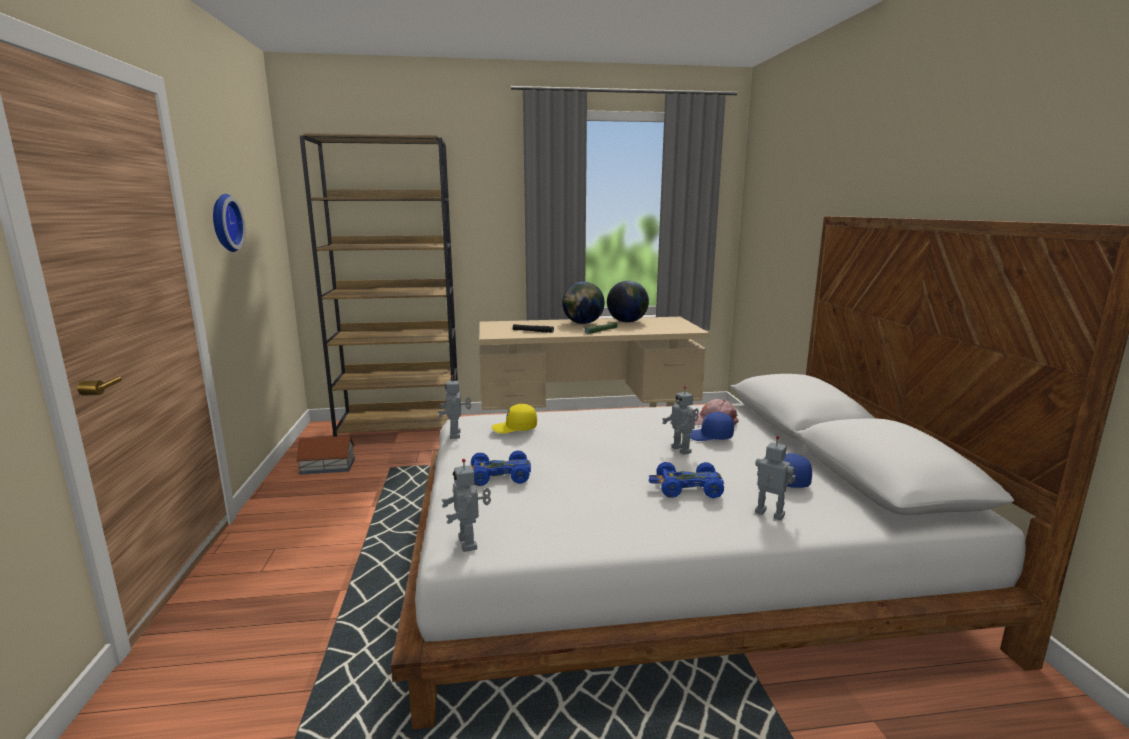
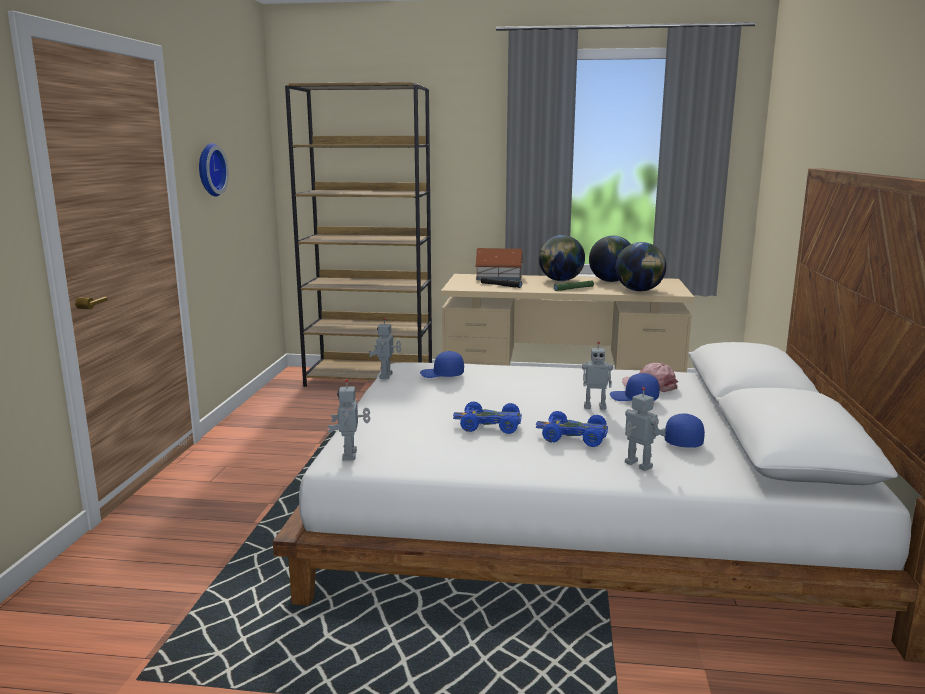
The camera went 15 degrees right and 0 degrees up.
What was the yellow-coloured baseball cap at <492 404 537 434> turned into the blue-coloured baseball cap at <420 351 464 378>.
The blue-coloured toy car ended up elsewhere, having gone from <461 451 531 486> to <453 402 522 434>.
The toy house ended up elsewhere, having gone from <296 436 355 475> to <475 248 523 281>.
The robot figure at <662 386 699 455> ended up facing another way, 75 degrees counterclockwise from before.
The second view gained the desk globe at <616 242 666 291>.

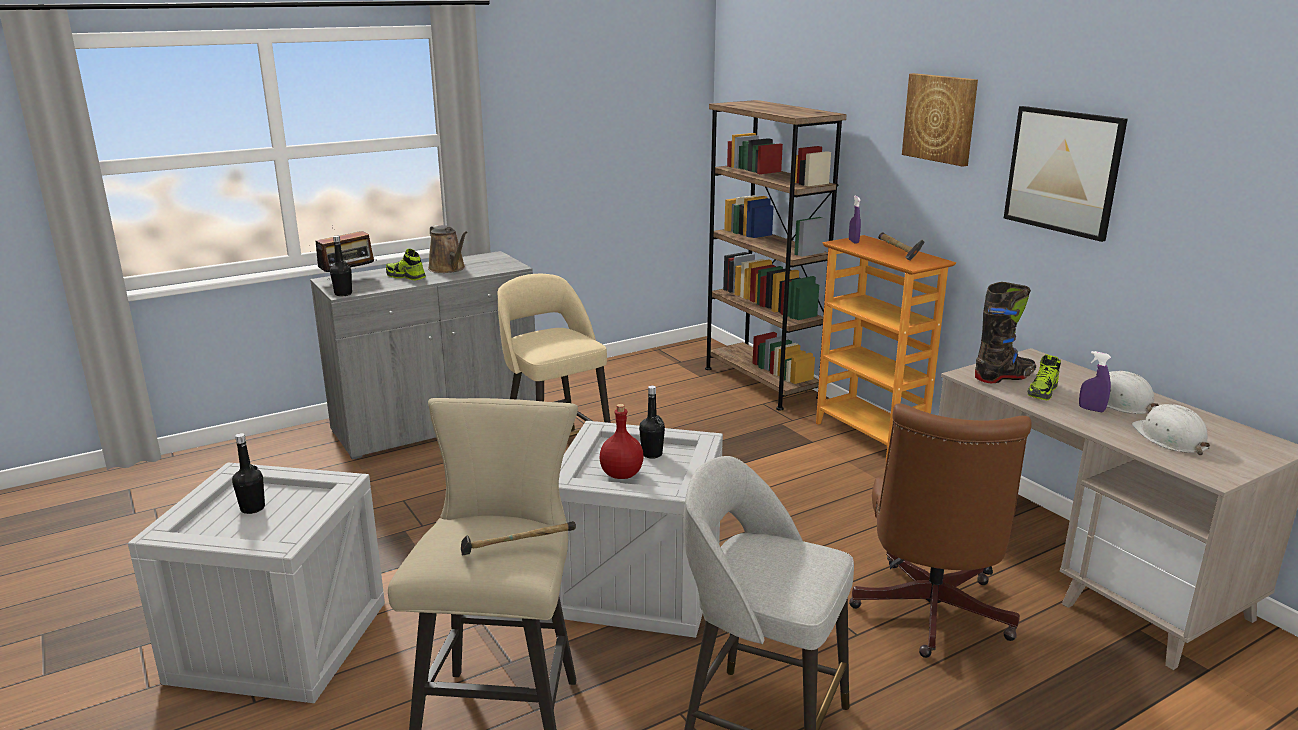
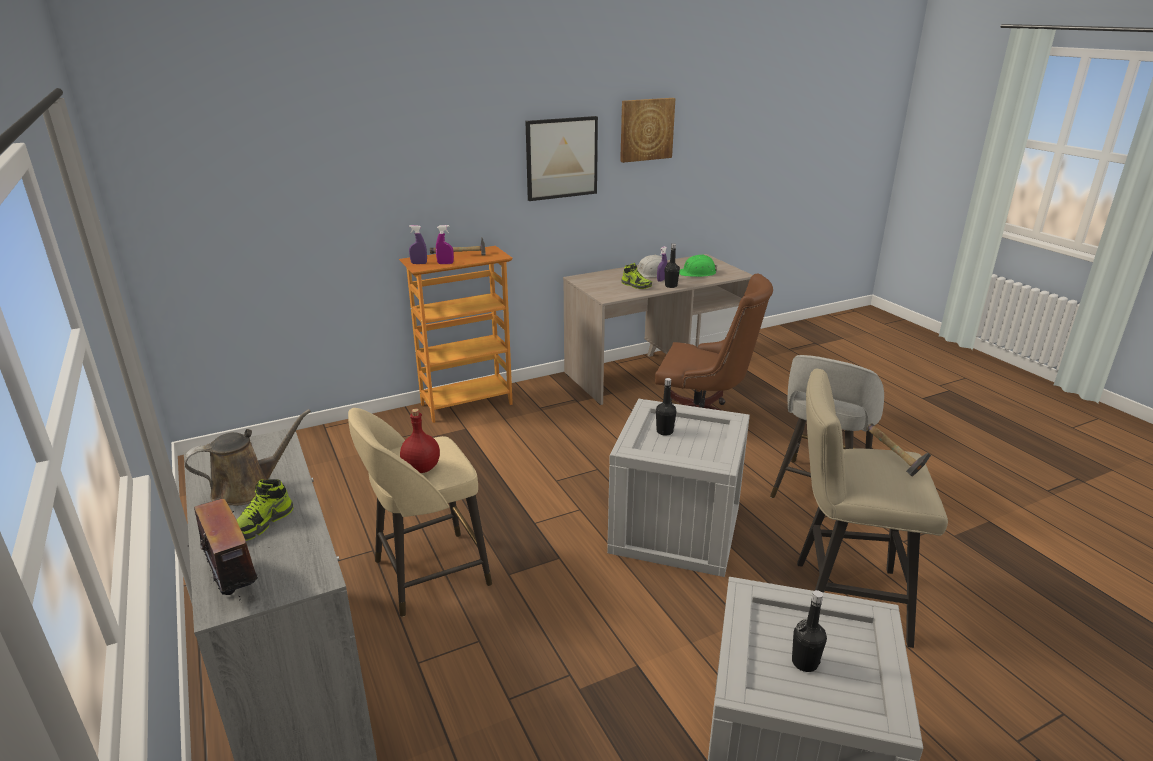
The camera went 85 degrees left and 5 degrees up.
The red-coloured drink bottle ended up elsewhere, having gone from <600 404 644 479> to <400 409 440 473>.
The second view gained the purple spray bottle at <436 225 454 264>.
The wall art ended up elsewhere, having gone from <902 73 978 167> to <620 98 675 163>.
The black-coloured drink bottle ended up elsewhere, having gone from <330 236 352 296> to <665 243 680 288>.
What was the whitish work helmet at <1131 404 1210 455> turned into the green work helmet at <679 255 717 277>.
The second view lost the brown bookcase at <705 100 847 411>.
The second view lost the black-coloured tall boot at <975 282 1036 383>.

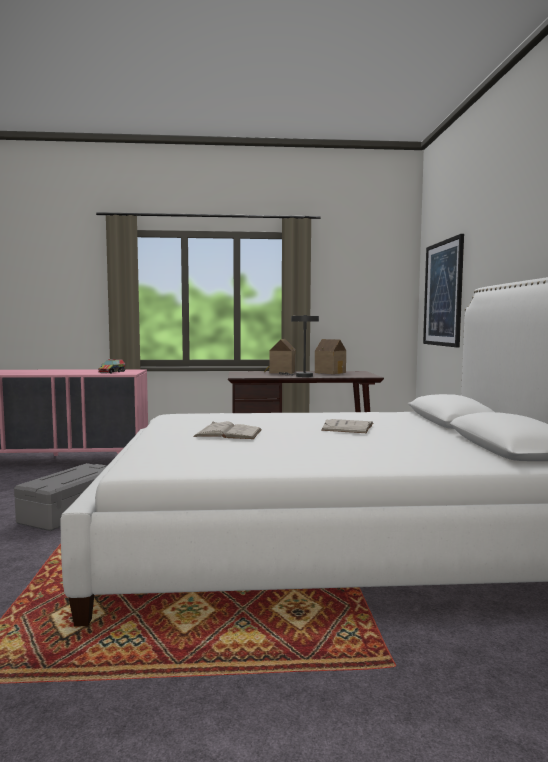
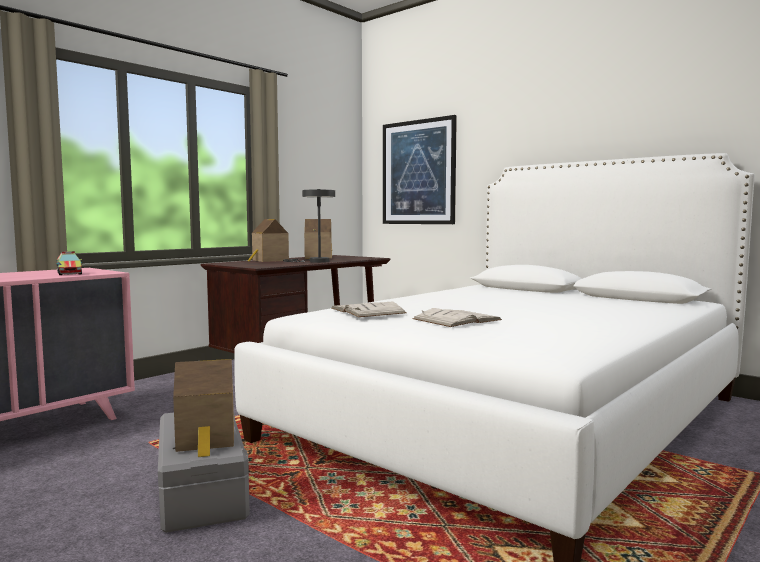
The camera went 45 degrees left and 0 degrees up.
The second view gained the toy house at <173 359 234 457>.
The whitish bound book ended up elsewhere, having gone from <321 419 373 433> to <331 302 406 317>.

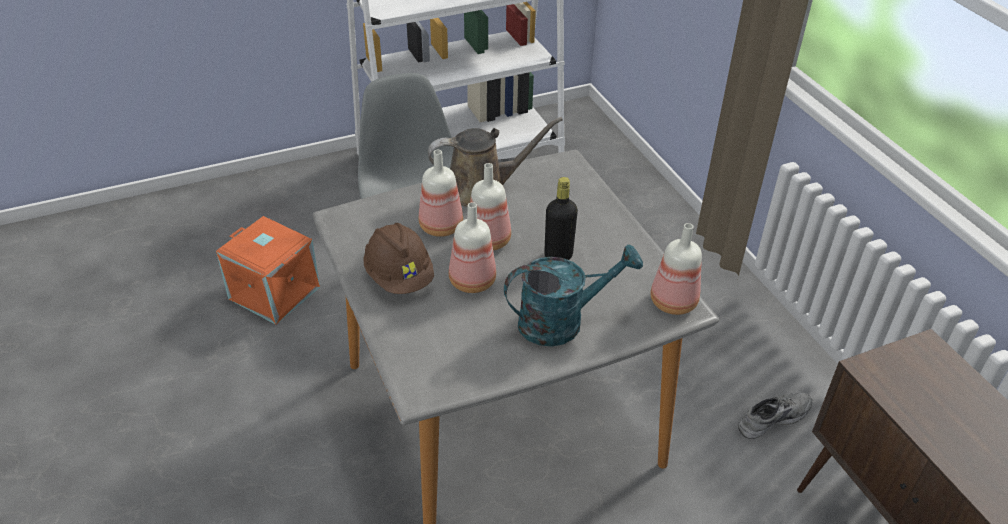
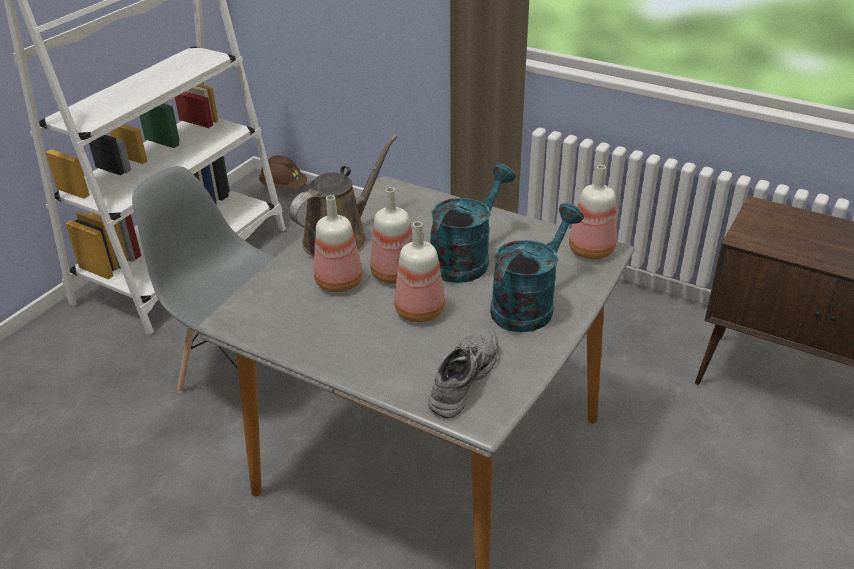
The camera went 35 degrees left and 5 degrees down.
The brown work helmet ended up elsewhere, having gone from <363 223 434 294> to <259 155 307 190>.
The gray item of footwear ended up elsewhere, having gone from <738 393 812 439> to <428 328 499 419>.
Where the black-coloured drink bottle stood at <544 177 578 260>, the turquoise watering can came to stand at <430 164 515 283>.
The second view lost the orange storage bin at <216 216 320 325>.

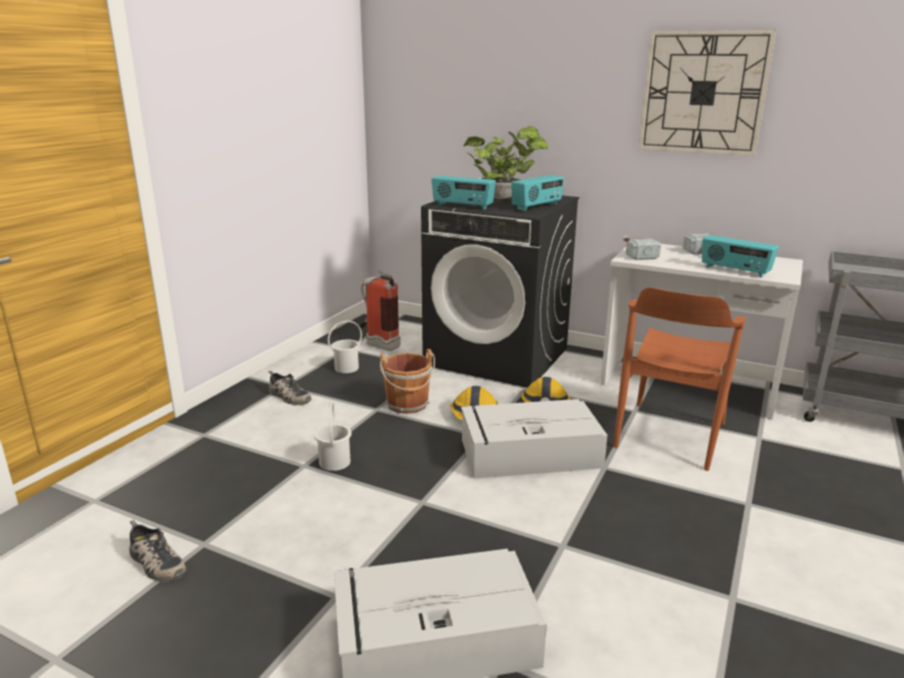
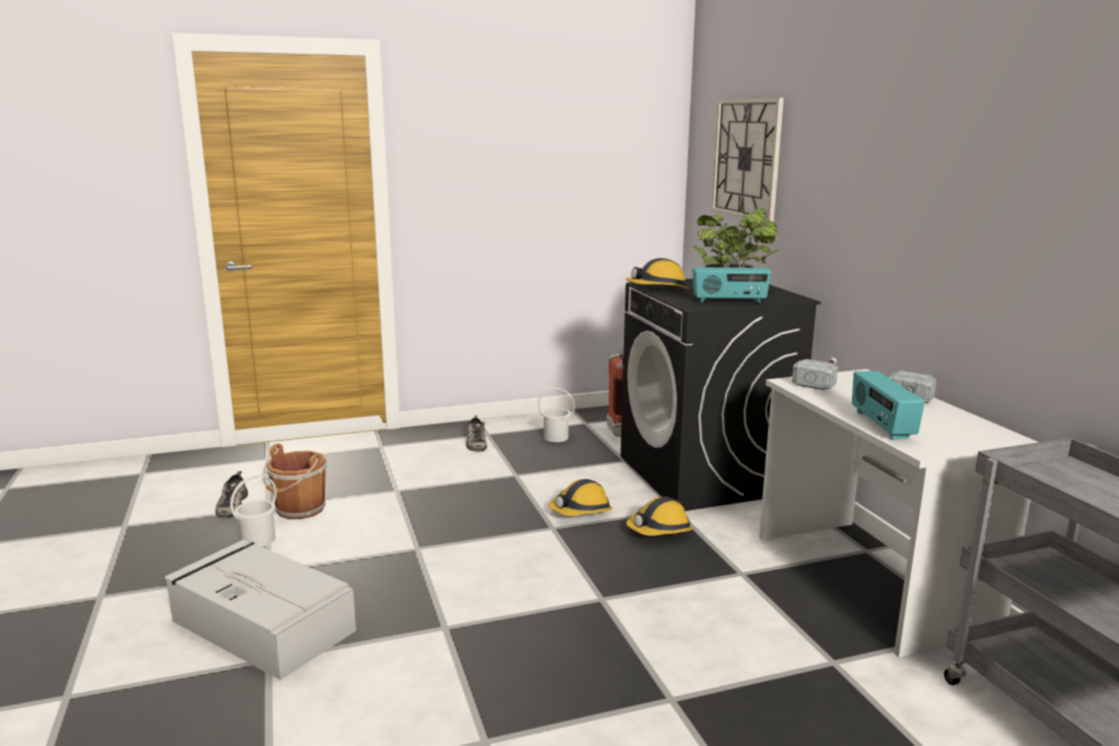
The camera went 45 degrees right and 5 degrees down.
The whitish pail ended up elsewhere, having gone from <314 401 352 471> to <230 475 276 547>.
The brown pail ended up elsewhere, having gone from <380 349 435 414> to <262 444 327 519>.
Where the radio stood at <431 176 496 210>, the work helmet came to stand at <626 258 689 289>.
The hanging clock ended up elsewhere, having gone from <638 29 776 156> to <711 98 784 223>.
The second view lost the gray storage bin at <461 399 608 479>.
The second view lost the brown plain chair at <613 288 746 471>.

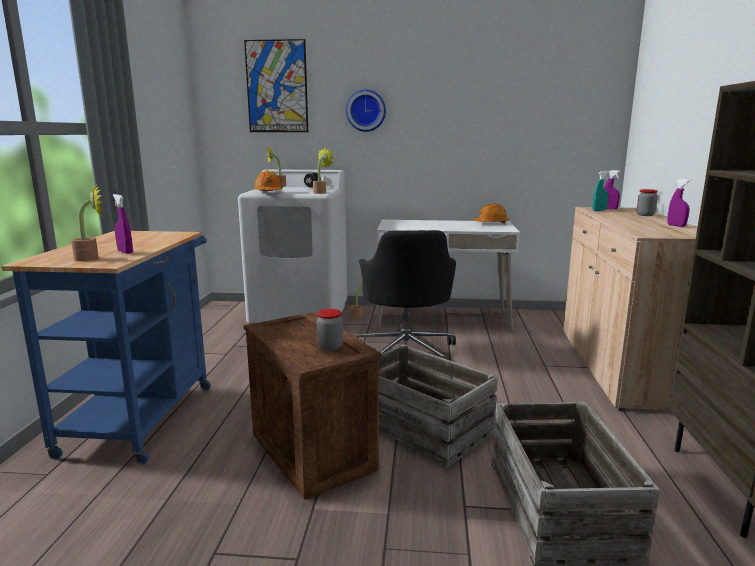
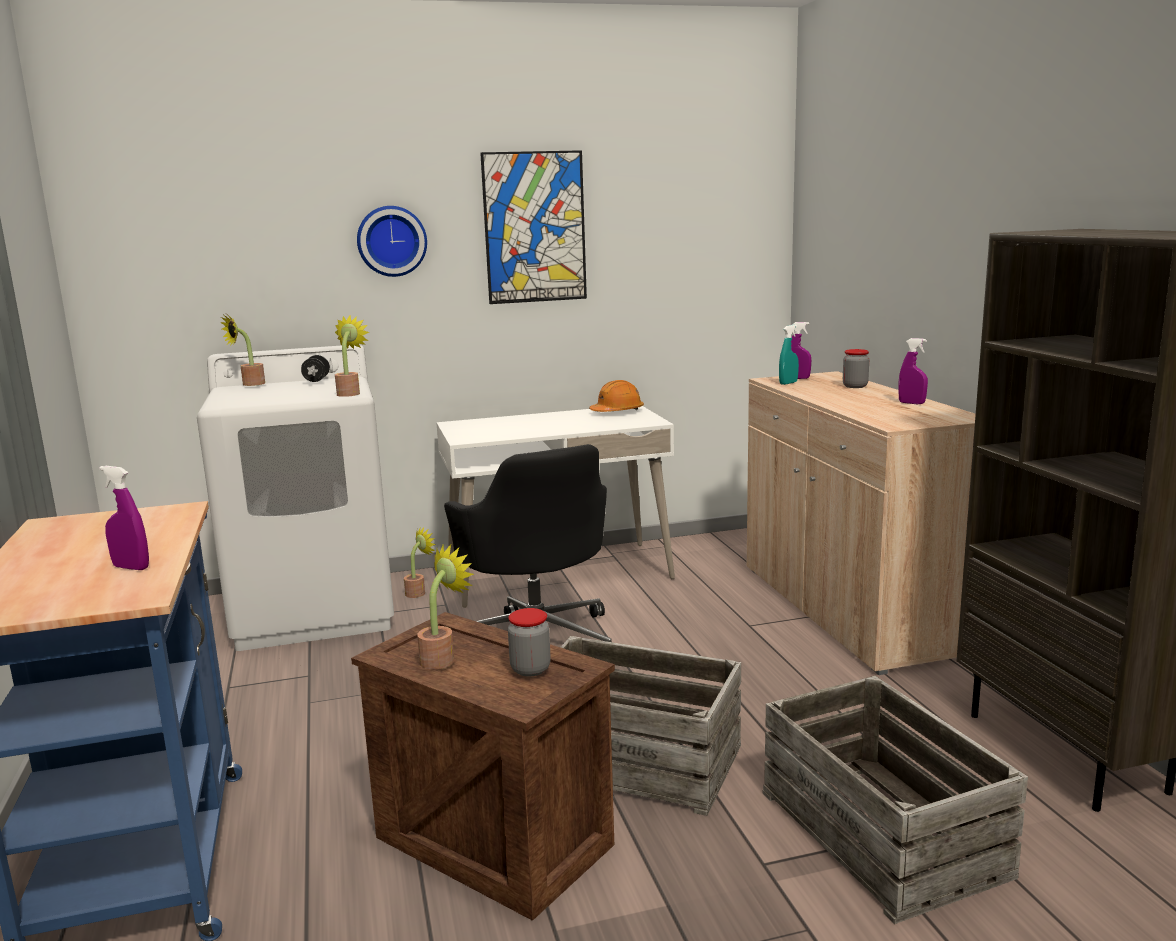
The camera went 20 degrees left and 0 degrees up.
The houseplant ended up elsewhere, having gone from <71 184 104 261> to <417 543 474 670>.
The wall art ended up elsewhere, having gone from <244 39 308 132> to <480 150 587 304>.
The second view lost the orange work helmet at <253 170 283 191>.

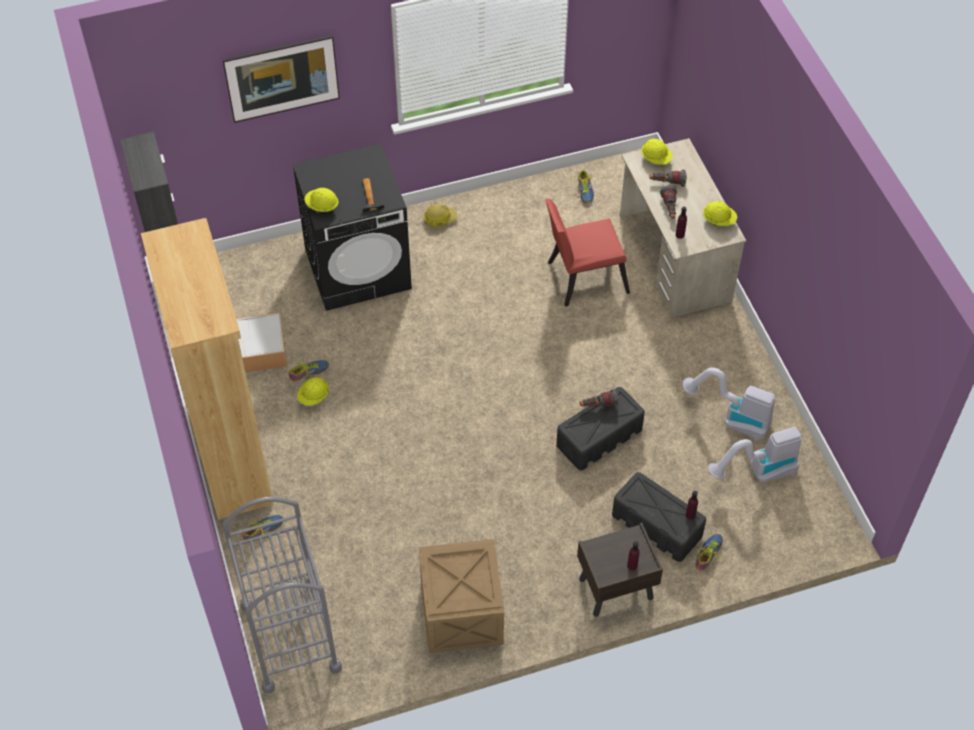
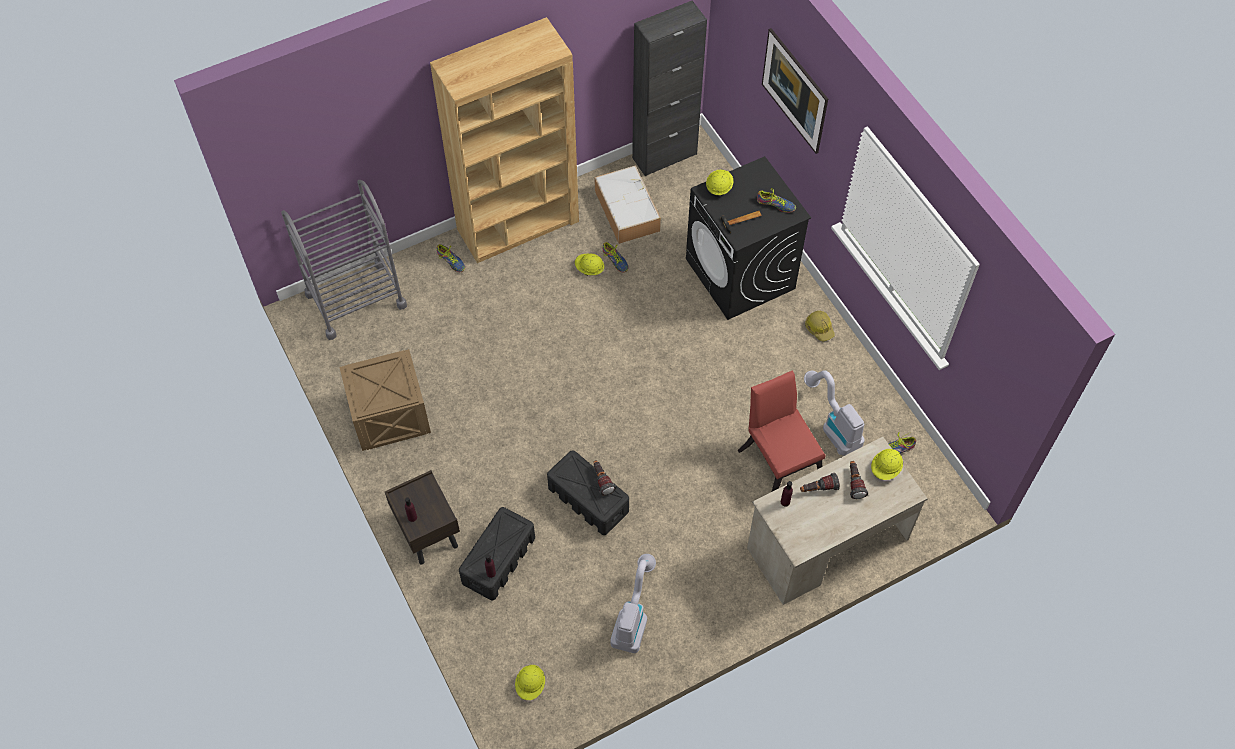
The camera went 80 degrees right and 5 degrees up.
The yellow-coloured work helmet ended up elsewhere, having gone from <703 201 737 226> to <515 665 545 700>.
The item of footwear ended up elsewhere, having gone from <695 534 723 571> to <757 188 796 213>.
The hoover ended up elsewhere, having gone from <708 427 802 482> to <804 370 865 456>.

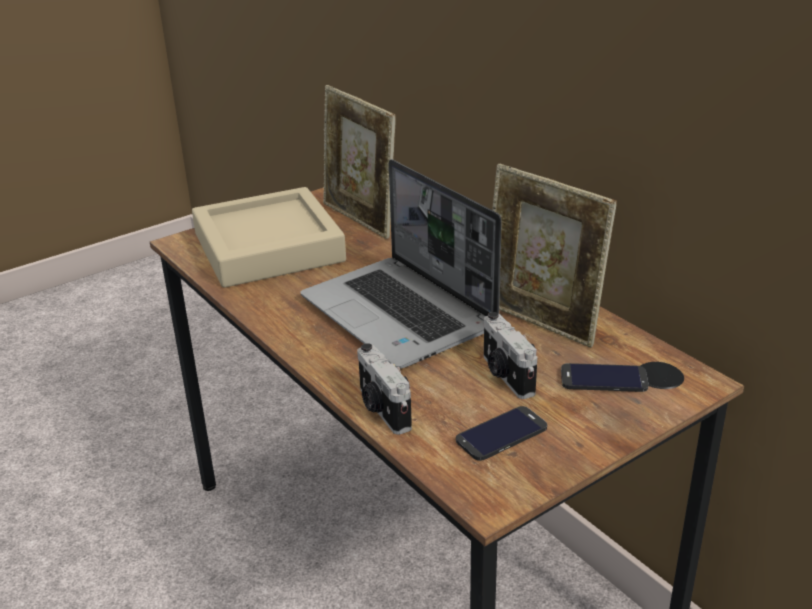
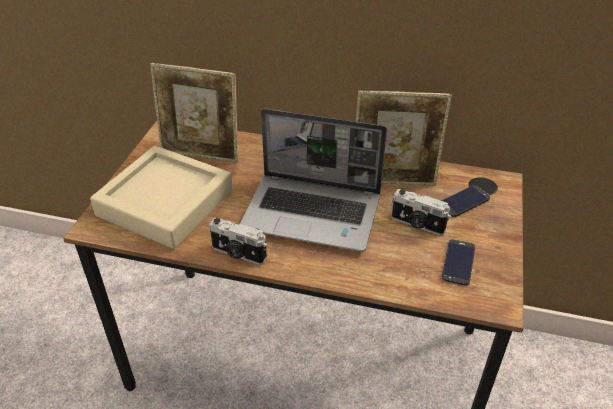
The camera went 40 degrees left and 10 degrees up.
The still camera ended up elsewhere, having gone from <357 343 412 435> to <209 218 267 265>.

